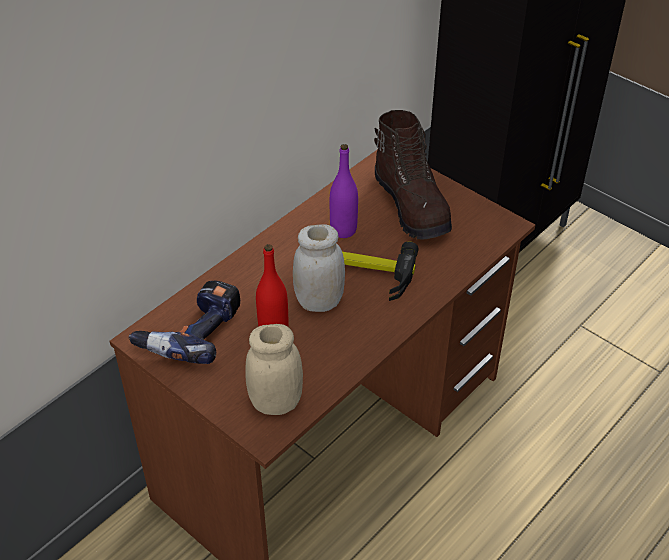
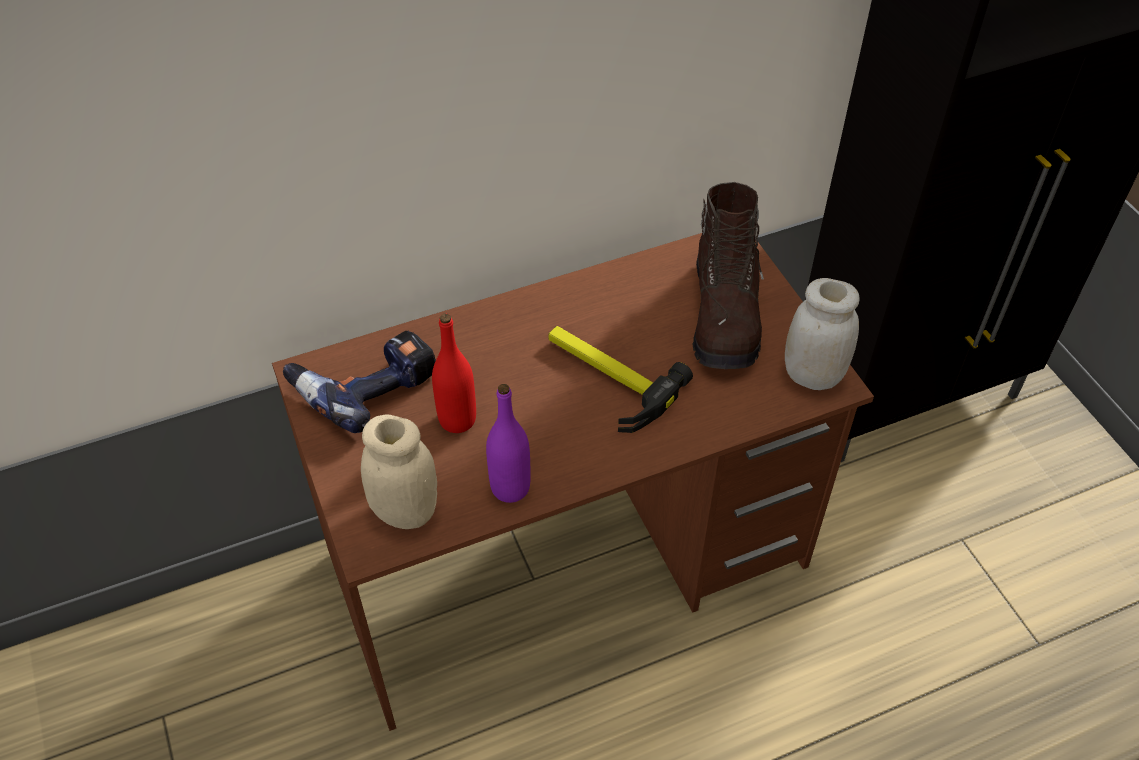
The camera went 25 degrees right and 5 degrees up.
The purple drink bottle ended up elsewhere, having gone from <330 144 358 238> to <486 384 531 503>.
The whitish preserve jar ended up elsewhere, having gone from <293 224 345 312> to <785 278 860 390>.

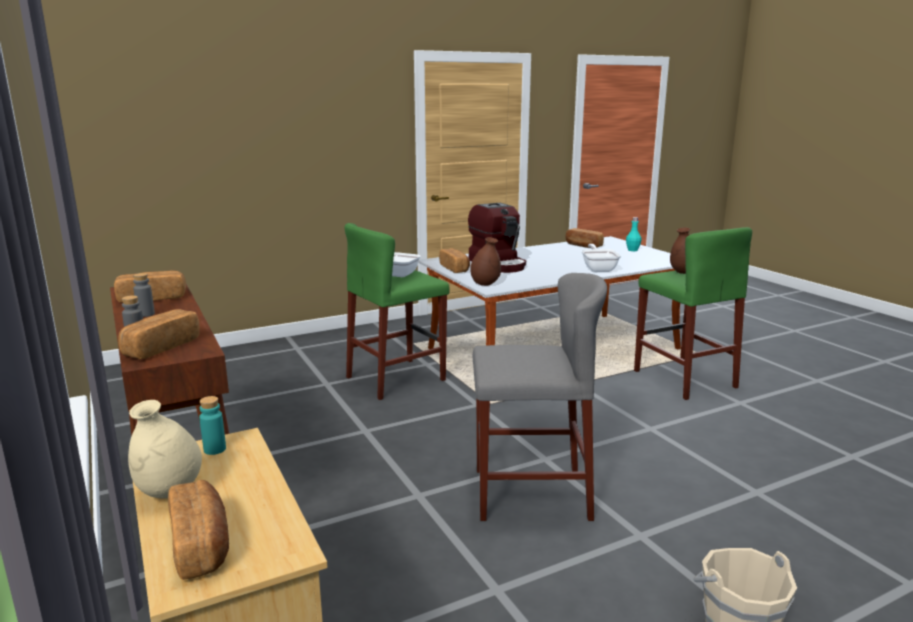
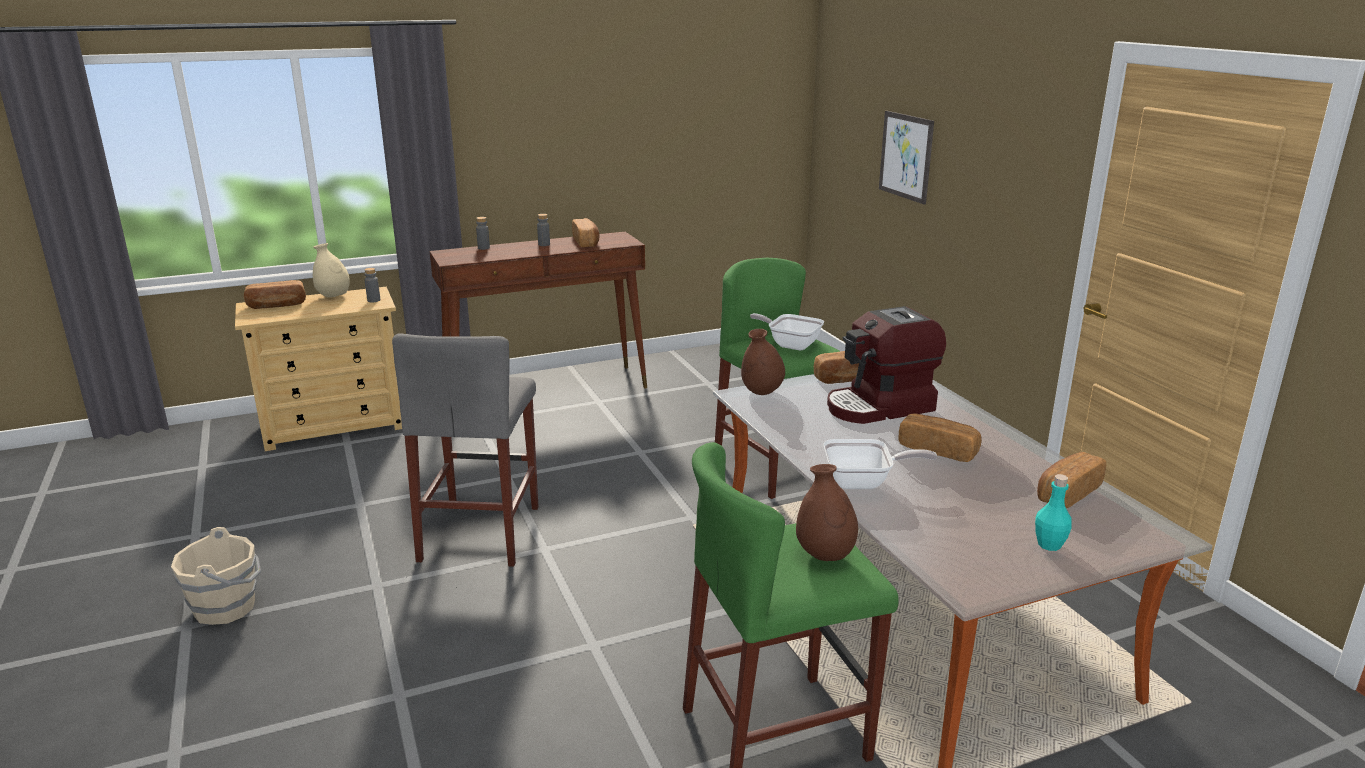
The camera went 95 degrees right and 5 degrees up.
What was the turquoise drink bottle at <199 396 226 455> turned into the gray drink bottle at <365 268 380 302>.
The second view gained the wall art at <879 111 934 205>.
The baked bread ended up elsewhere, having gone from <118 309 200 359> to <899 414 982 462>.

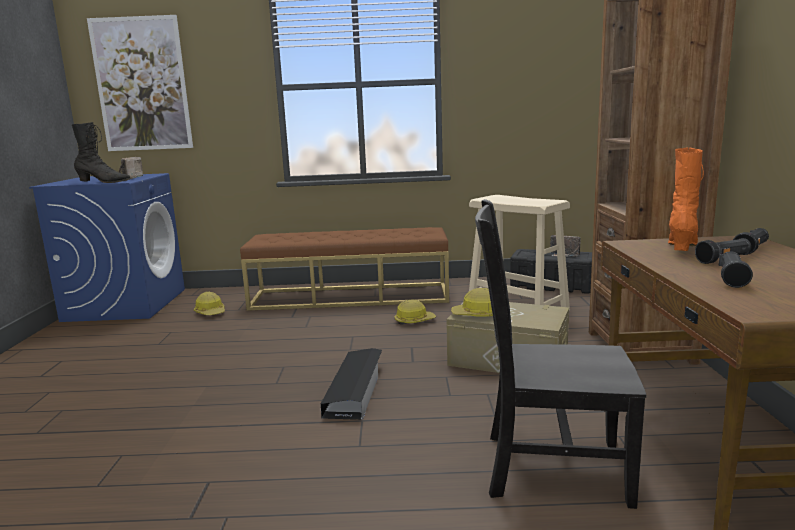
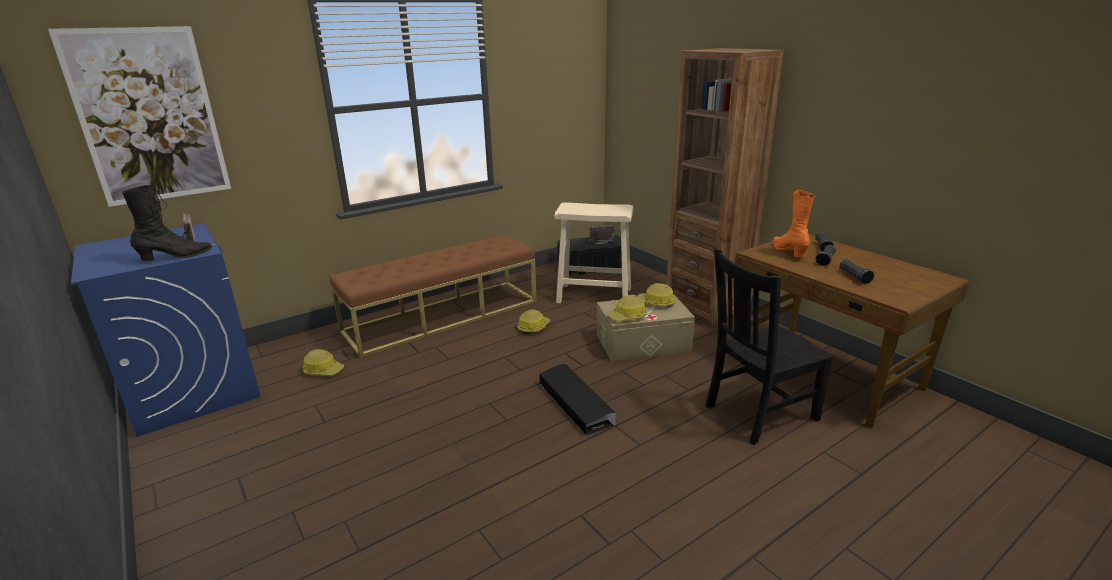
The camera went 35 degrees left and 10 degrees up.
The second view gained the work helmet at <638 283 676 307>.

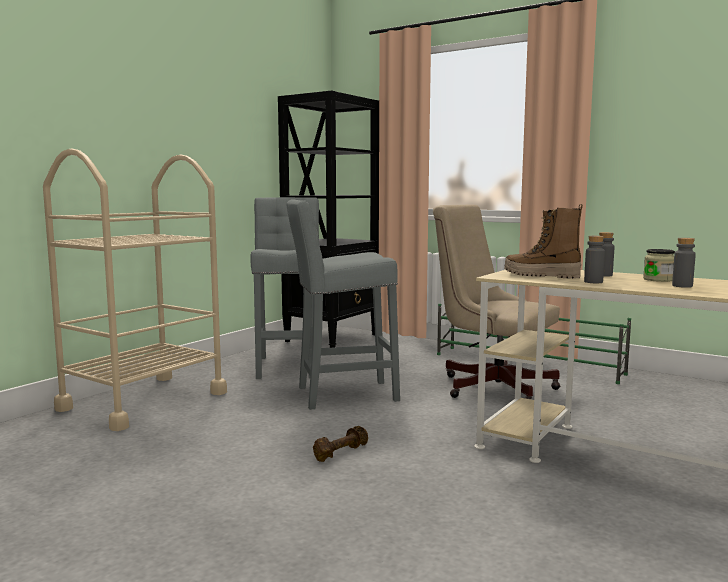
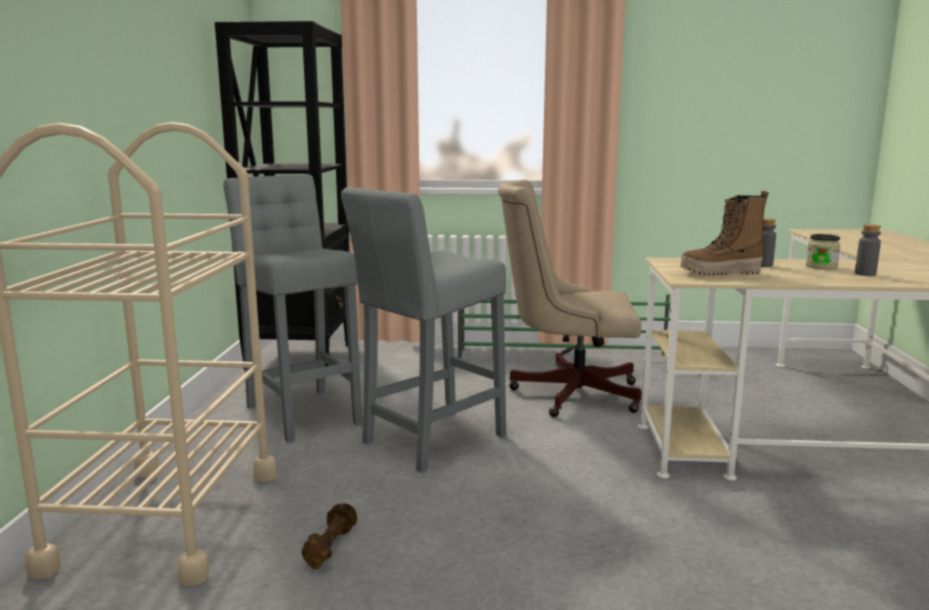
The camera went 30 degrees left and 5 degrees up.
The brown free weight ended up elsewhere, having gone from <313 426 368 462> to <302 503 357 569>.
The second view lost the gray drink bottle at <584 236 605 283>.

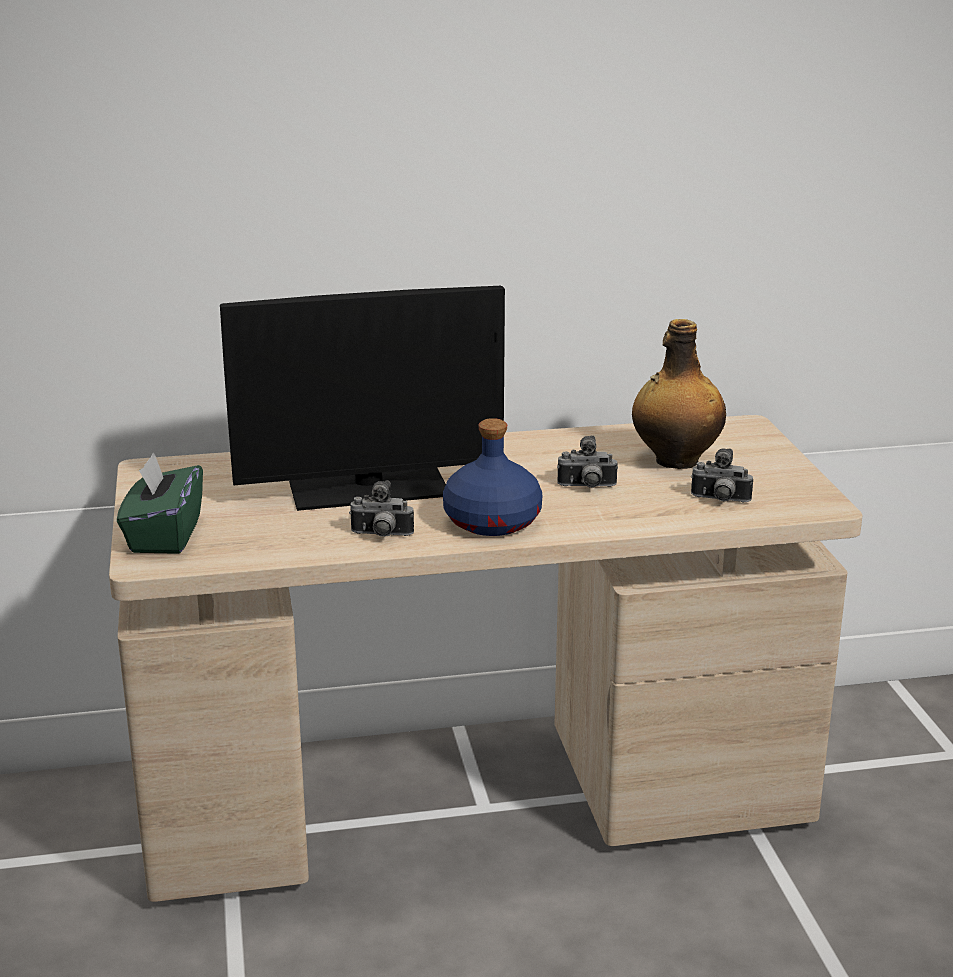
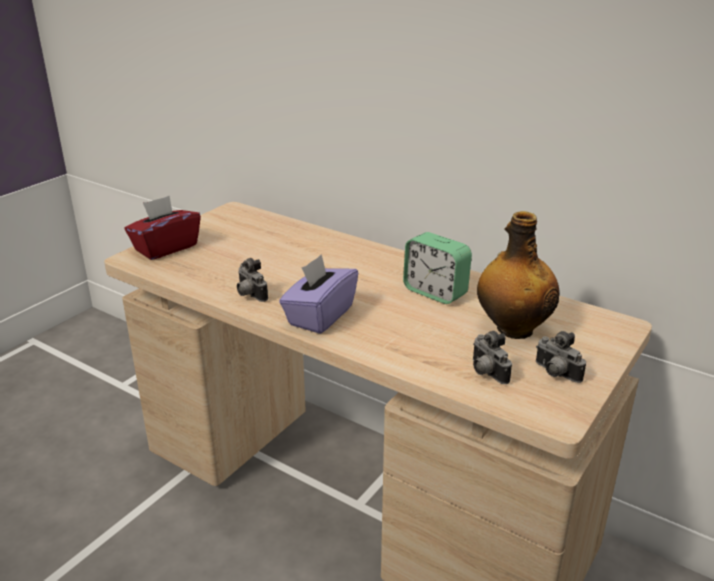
The camera went 45 degrees right and 5 degrees up.
What was the green tissue box at <117 452 203 554> turned into the red-coloured tissue box at <124 196 201 260>.
Where the blue-coloured drink bottle stood at <443 418 542 536>, the purple tissue box came to stand at <279 254 358 334>.
The second view gained the alarm clock at <403 232 472 304>.
The still camera ended up elsewhere, having gone from <557 435 618 488> to <536 331 586 383>.
The second view lost the computer screen at <220 286 505 511>.

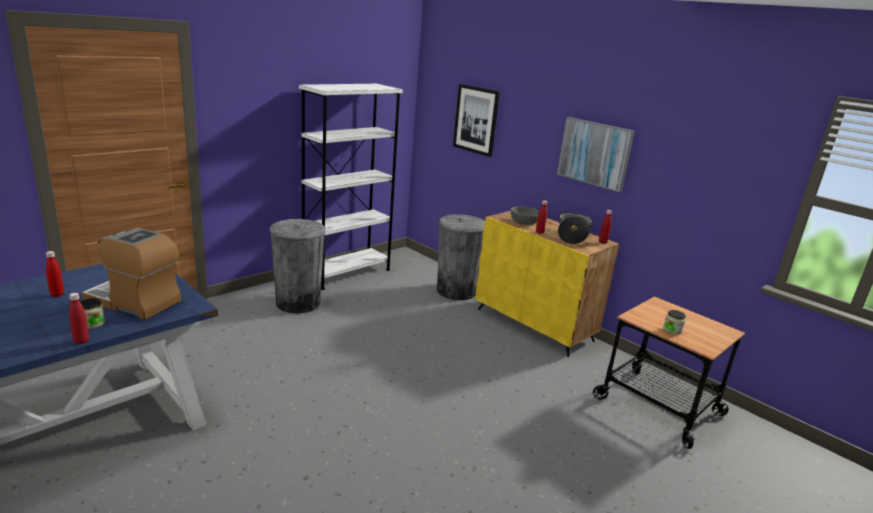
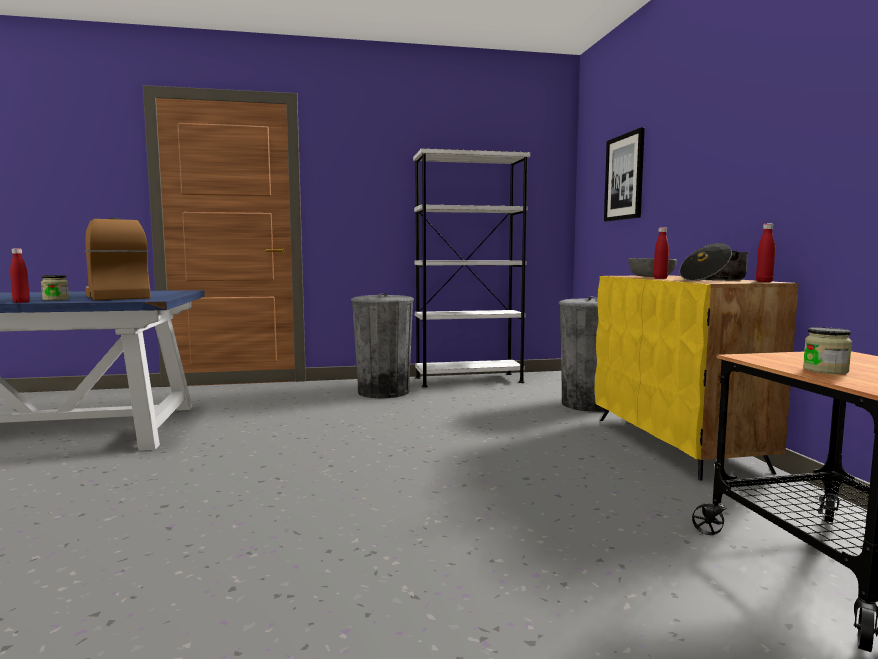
The camera went 35 degrees right and 15 degrees down.
The second view lost the red-coloured drink bottle at <46 251 64 297>.
The second view lost the wall art at <557 117 635 192>.

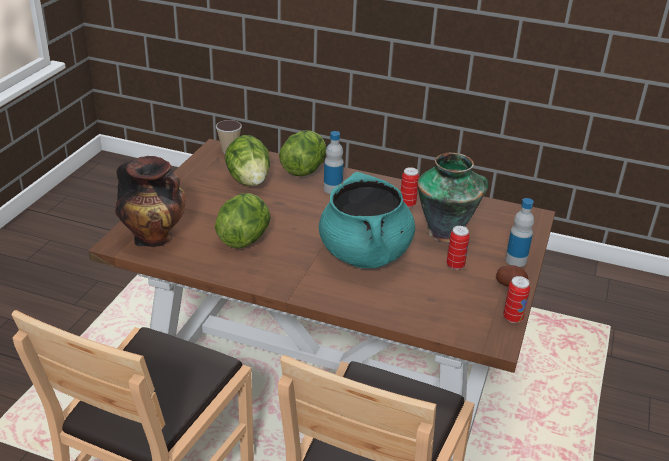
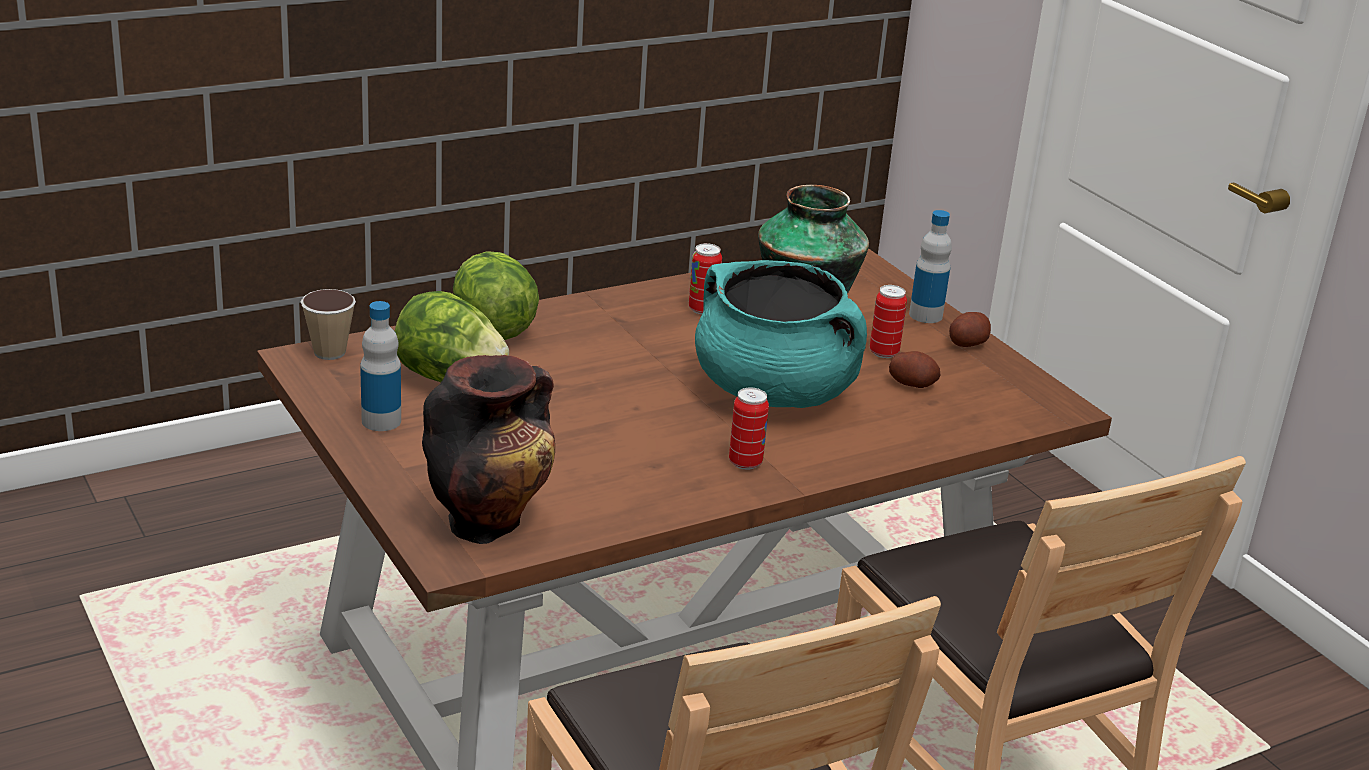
The camera went 50 degrees left and 5 degrees down.
The drink bottle ended up elsewhere, having gone from <323 131 344 194> to <360 301 401 431>.
The can ended up elsewhere, having gone from <503 276 530 323> to <729 388 769 470>.
The second view gained the whole potato at <889 351 941 388>.
The second view lost the head of lettuce at <215 193 271 248>.

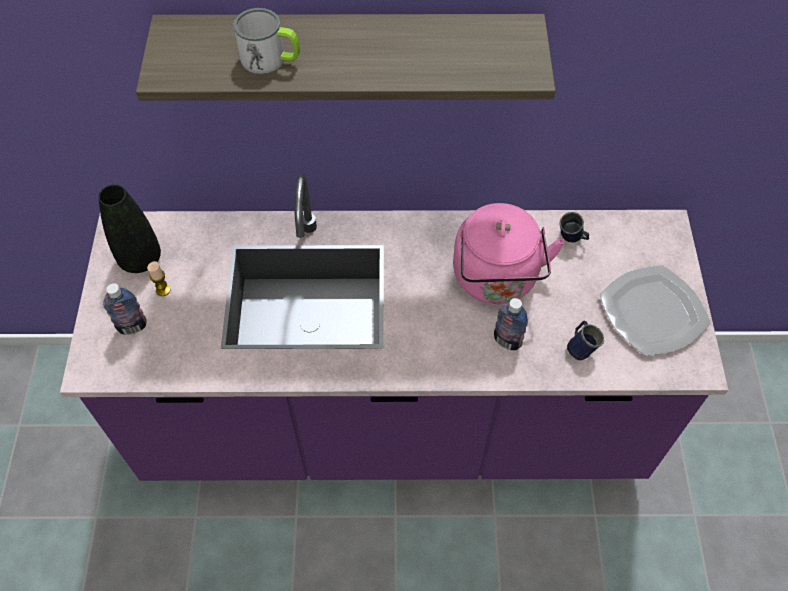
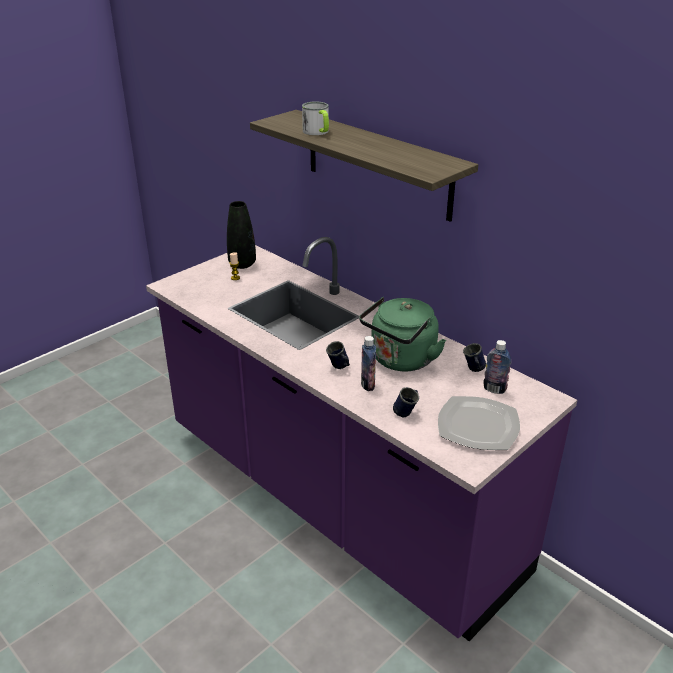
The camera went 45 degrees right and 25 degrees down.
The second view gained the blue-coloured coffee mug at <326 341 350 369>.
What was the pink tea kettle at <453 203 565 304> turned into the green tea kettle at <359 297 446 371>.
The drink bottle ended up elsewhere, having gone from <103 283 147 335> to <483 340 511 394>.

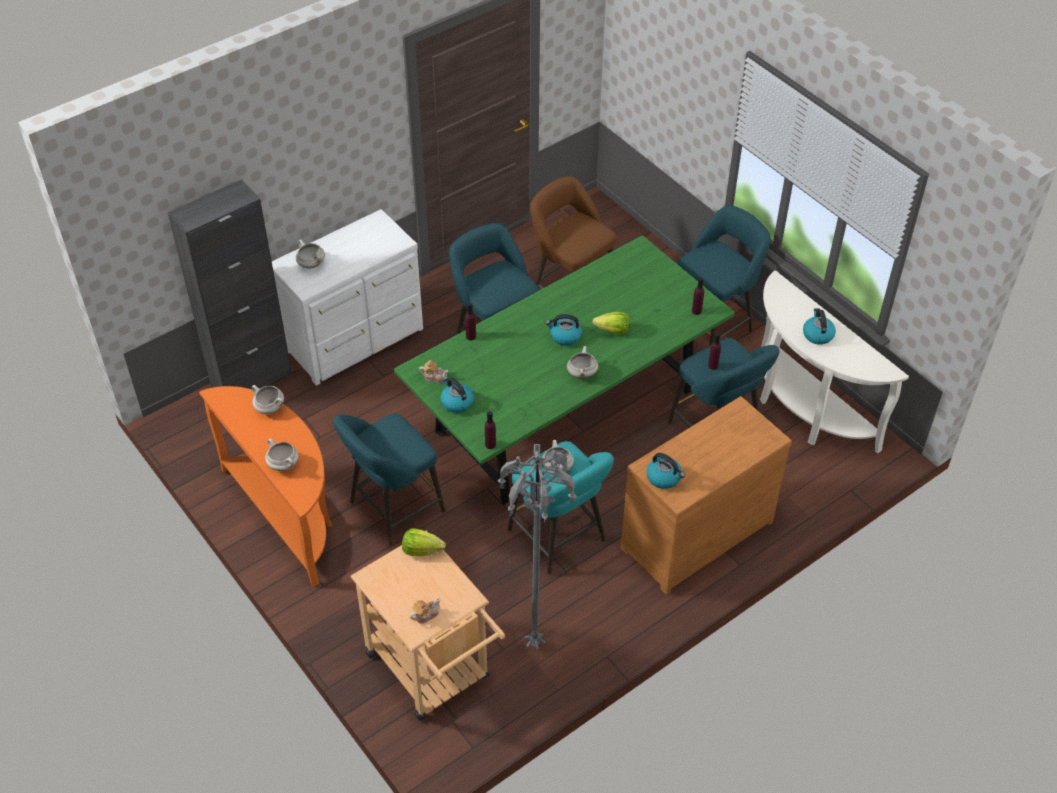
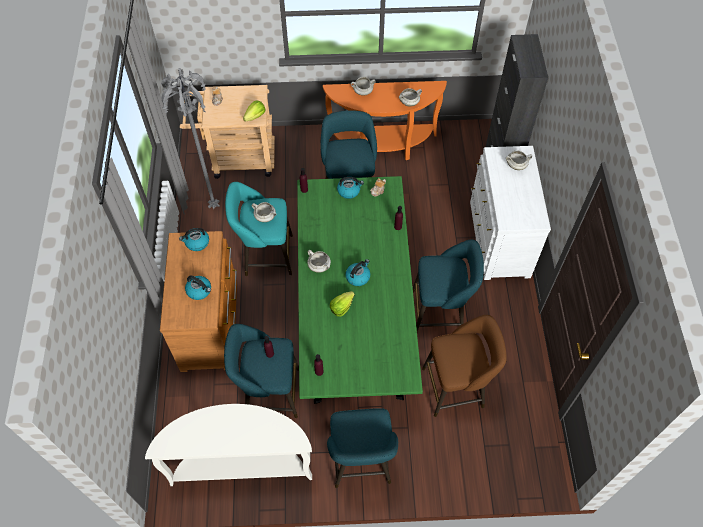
The camera went 125 degrees right and 10 degrees up.
The tea kettle ended up elsewhere, having gone from <803 308 836 345> to <185 276 211 300>.

